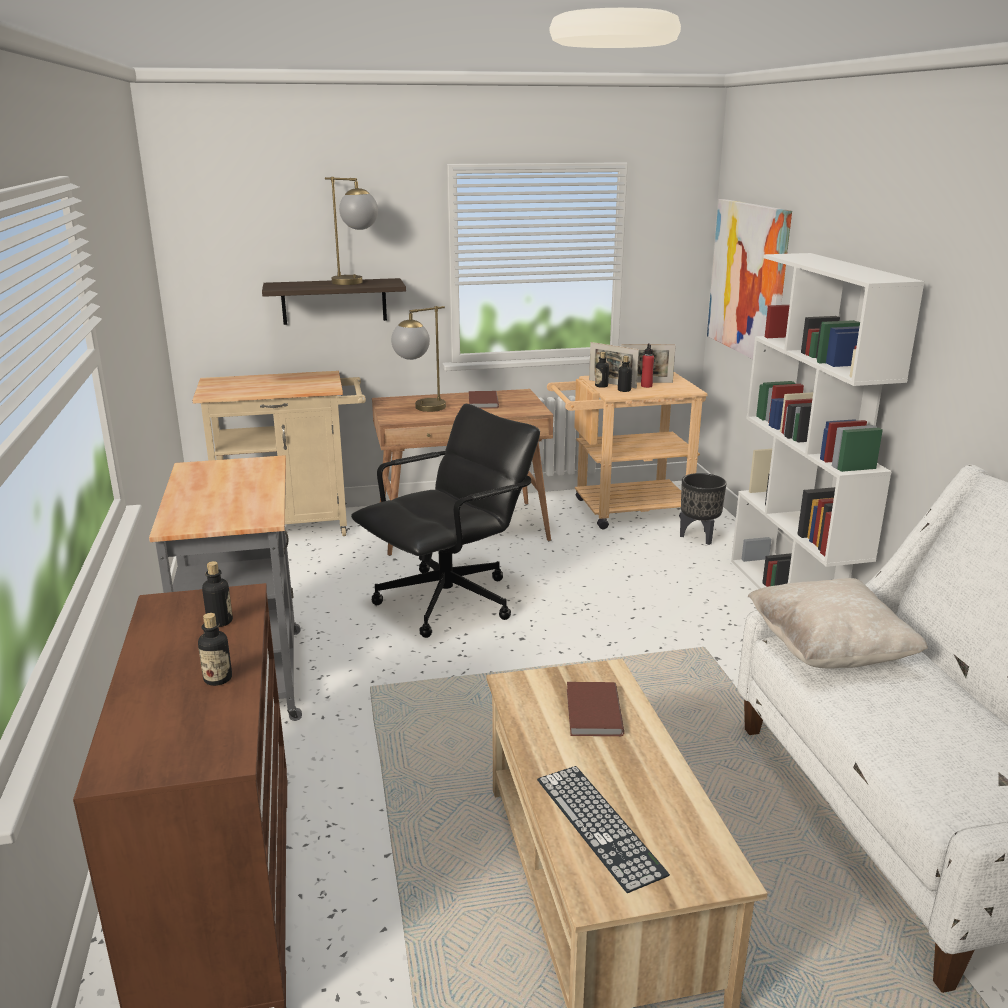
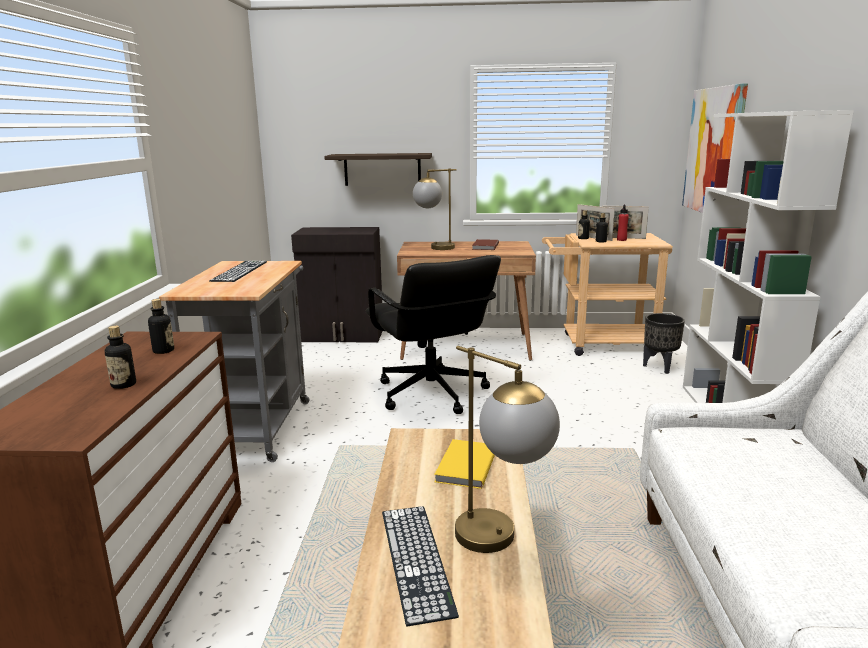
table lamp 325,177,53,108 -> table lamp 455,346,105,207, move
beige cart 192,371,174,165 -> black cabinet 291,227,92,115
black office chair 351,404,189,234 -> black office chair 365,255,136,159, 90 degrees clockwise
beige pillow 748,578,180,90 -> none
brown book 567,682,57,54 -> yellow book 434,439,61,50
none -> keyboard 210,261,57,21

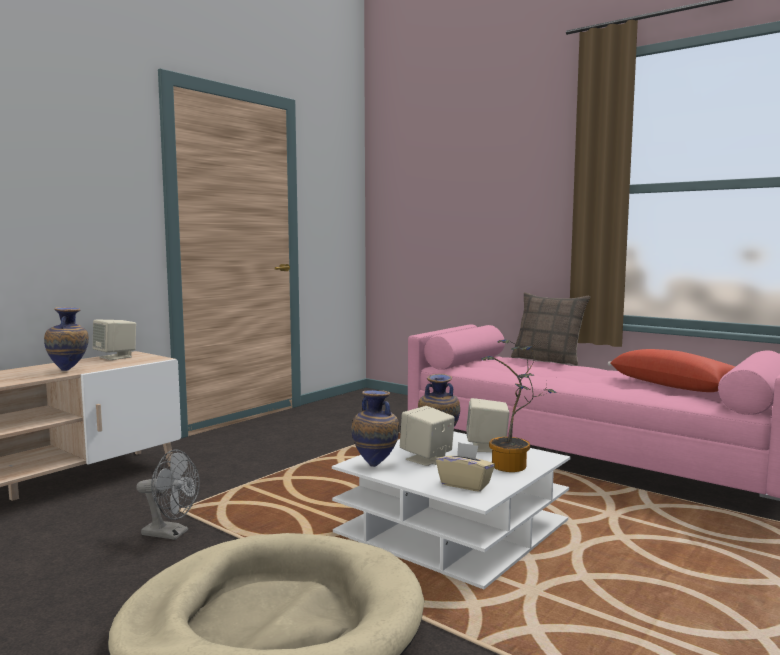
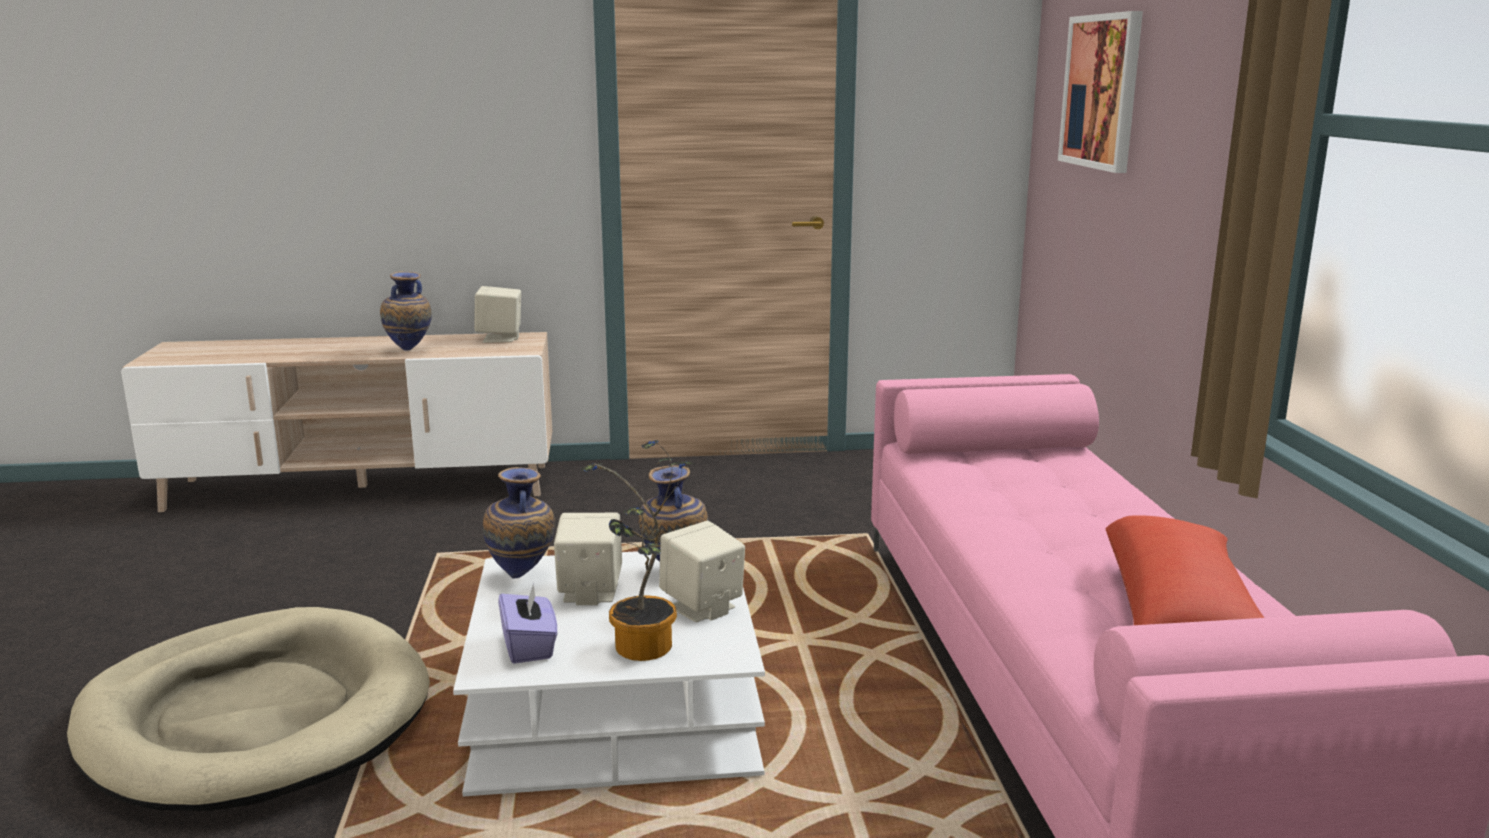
pillow 511,292,79,74 -> none
beige tissue box 436,442,59,50 -> purple tissue box 498,583,59,81
grey fan 136,450,64,90 -> none
none -> picture 1058,11,85,162

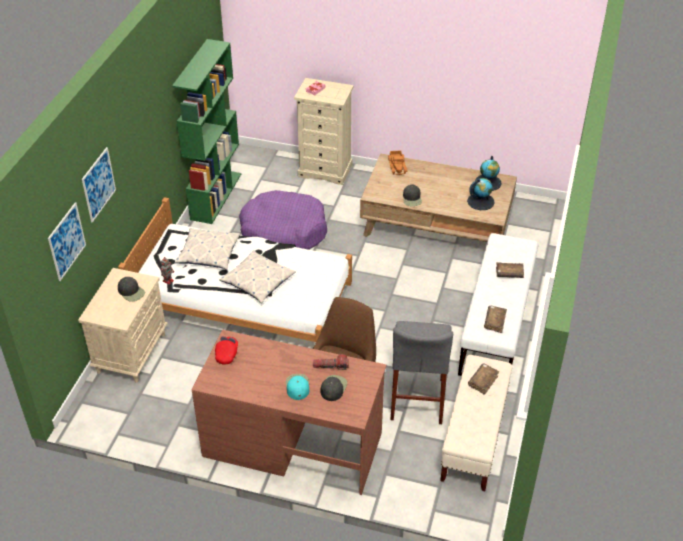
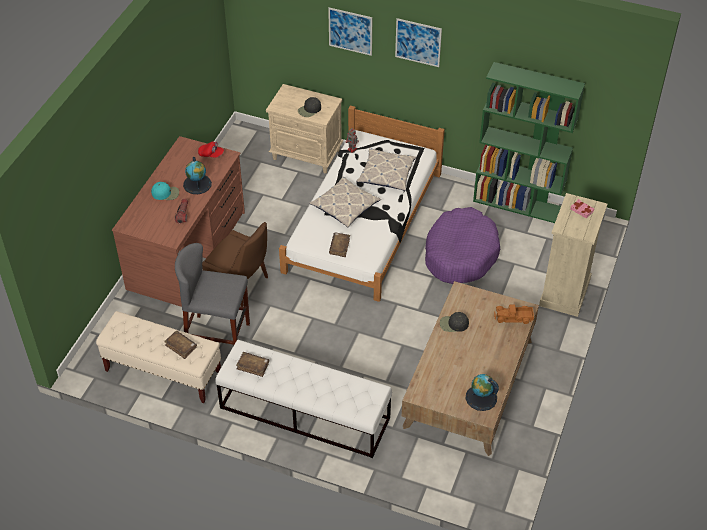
globe 467,178,28,32 -> globe 183,157,29,37, move
picture 48,202,38,79 -> picture 395,18,47,49, move
brown book 496,262,28,16 -> brown book 329,233,21,24, move
black cap 321,375,26,26 -> none

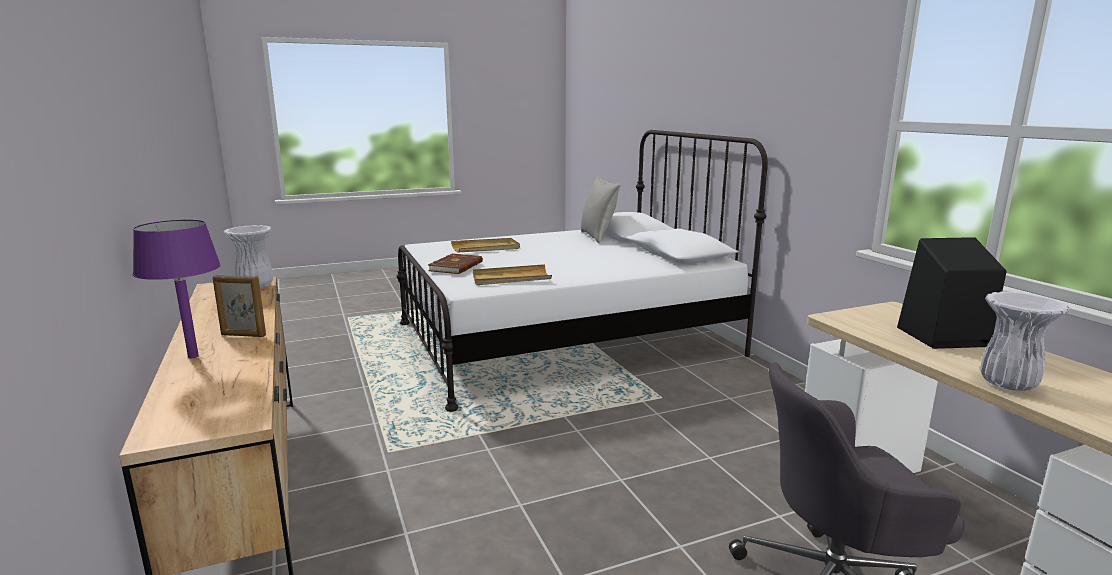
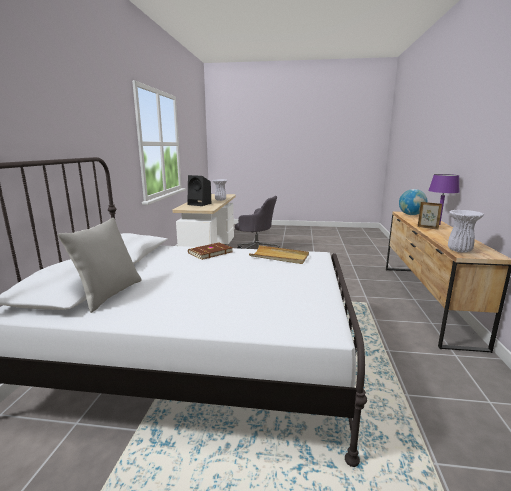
beige tray 451,238,69,15 -> none
brown book 428,253,55,21 -> brown book 188,243,45,17, move
none -> globe 399,189,29,26

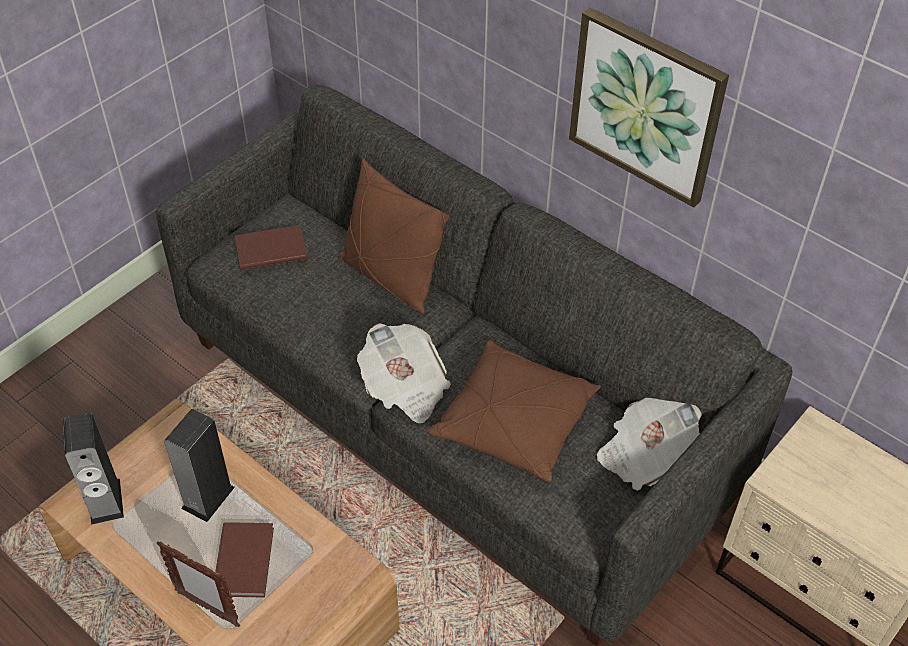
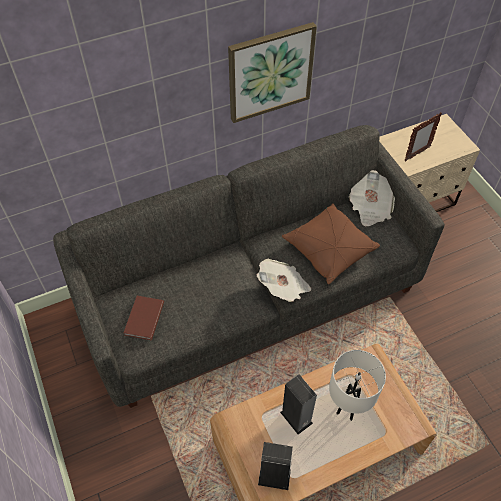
brown pillow 339,159,111,155 -> none
brown book 215,522,59,76 -> white table lamp 329,350,57,71
picture frame 157,541,83,86 -> picture frame 404,112,38,50, move

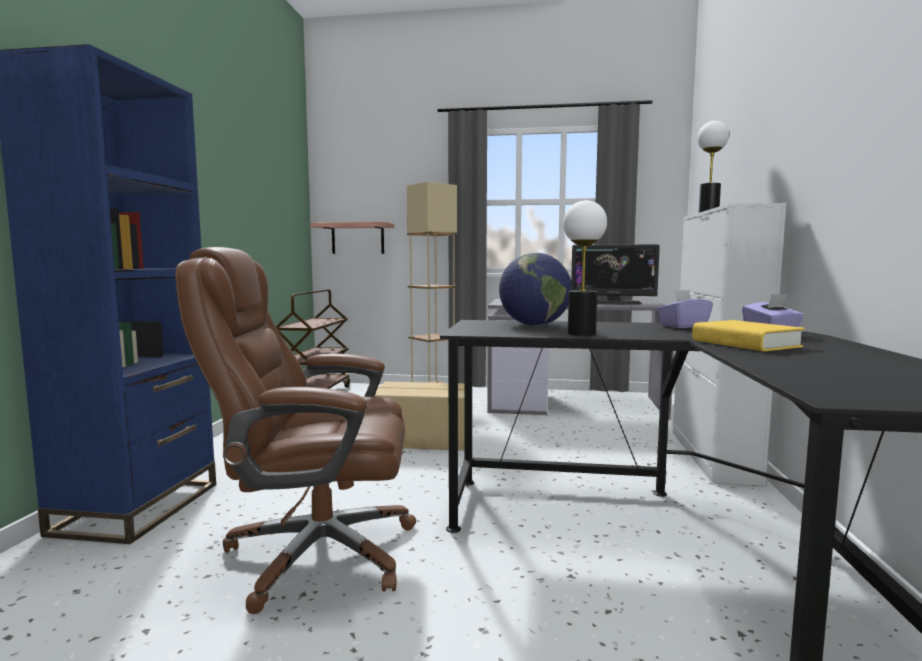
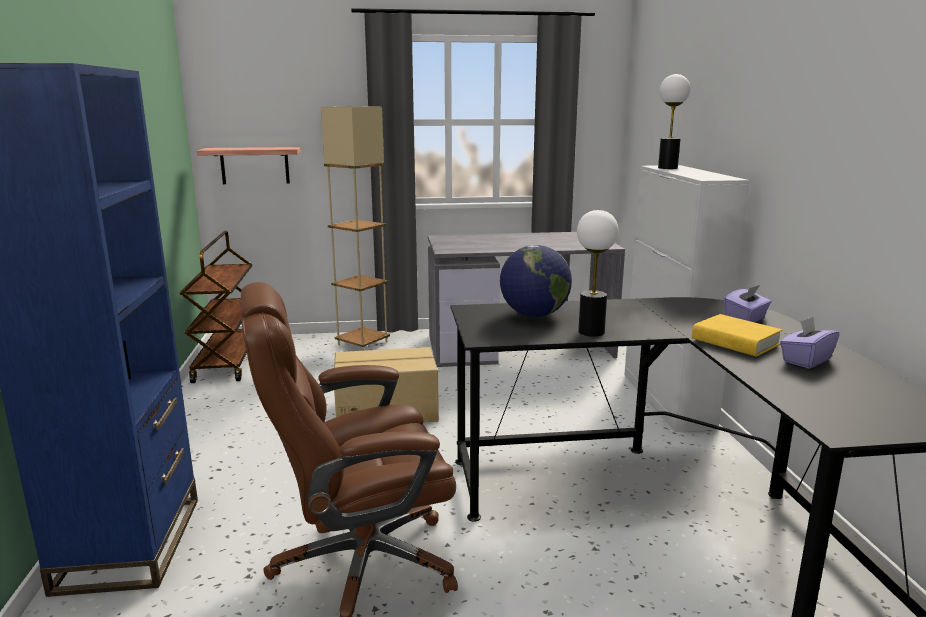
monitor 571,244,89,61 -> none
purple tissue box 657,289,56,39 -> purple tissue box 780,317,60,52, move

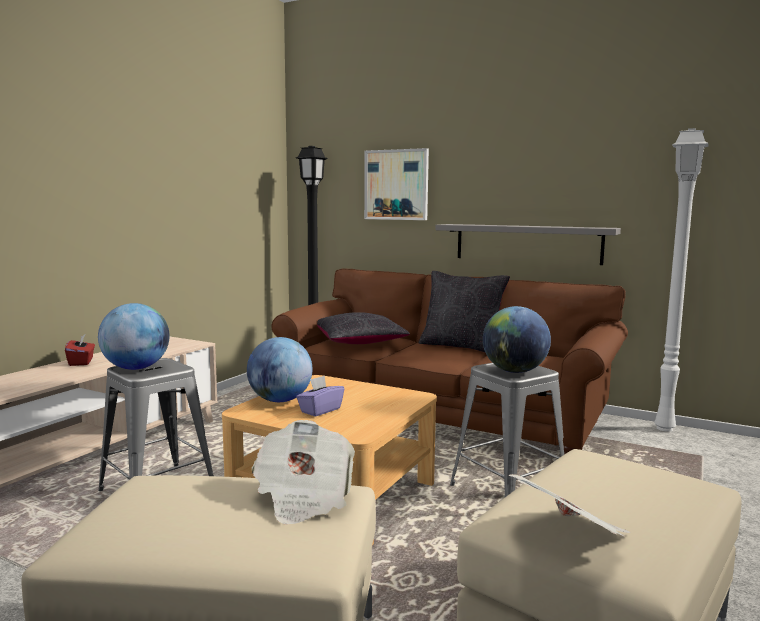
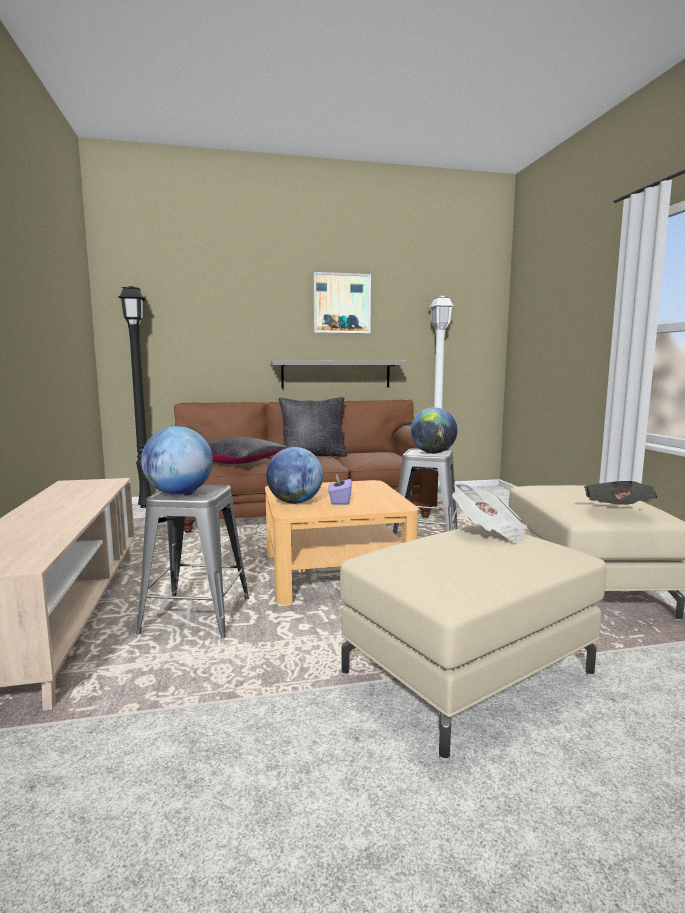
picture 364,148,65,72 -> picture 313,272,58,62, move
red tissue box 65,334,30,32 -> none

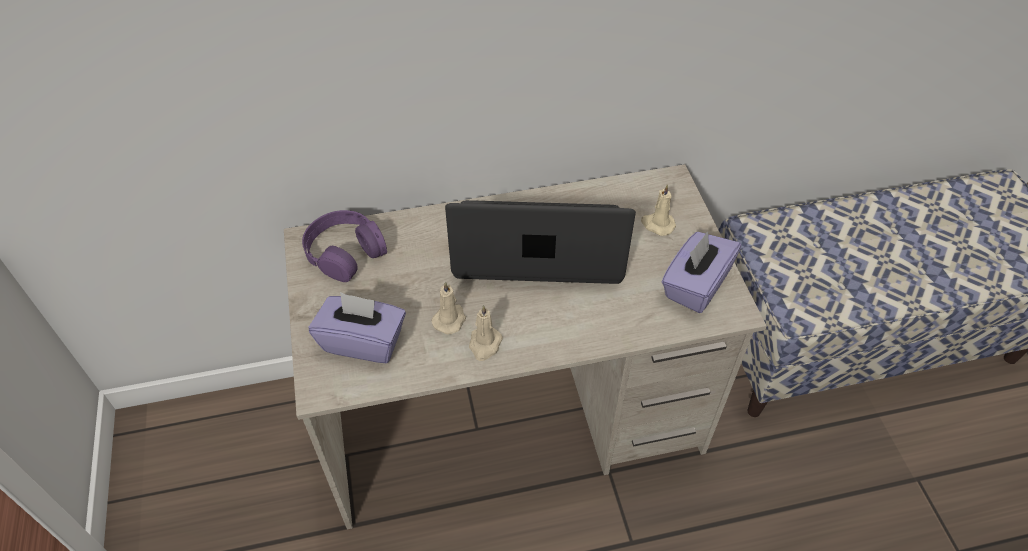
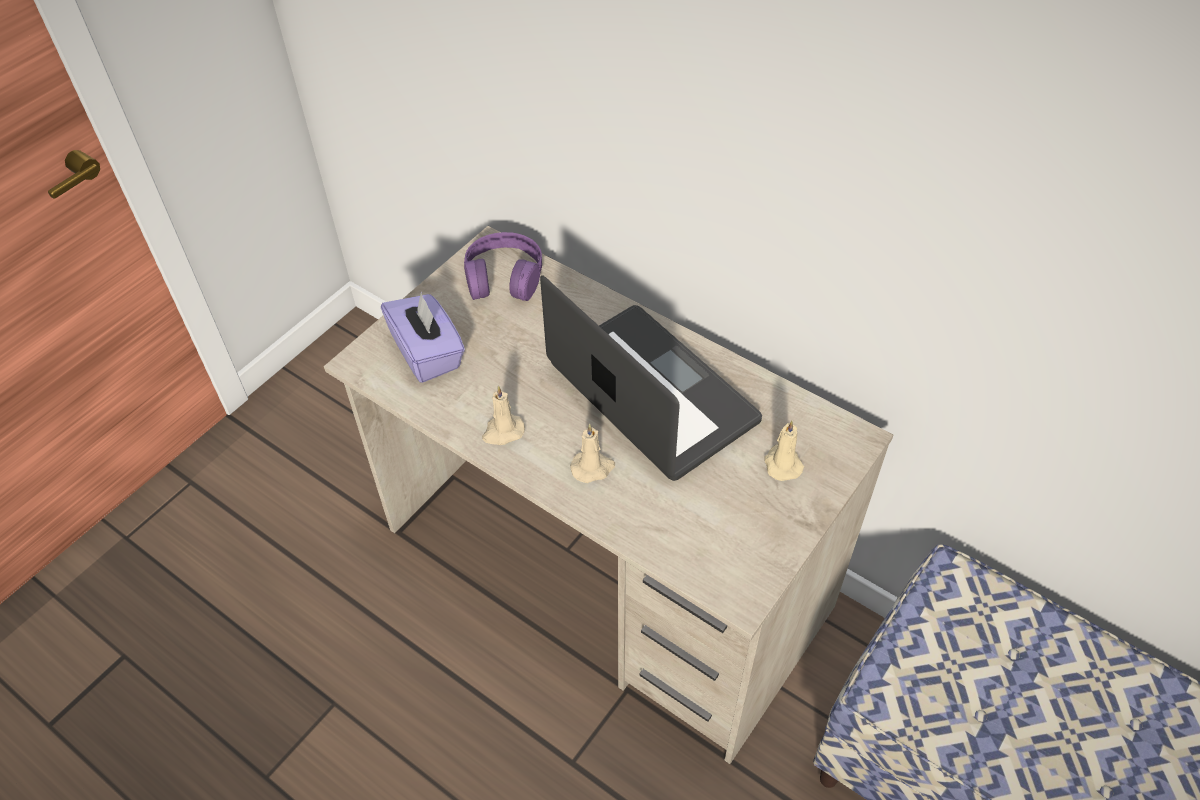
purple tissue box 662,231,79,82 -> none
beige candle 431,281,35,53 -> beige candle 570,424,45,59, move

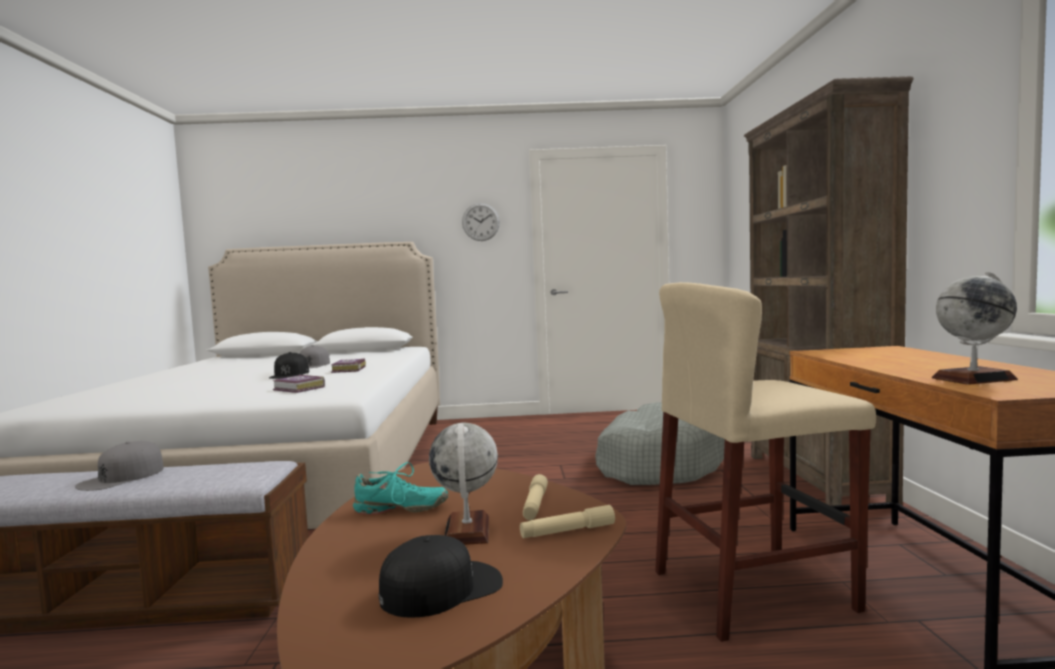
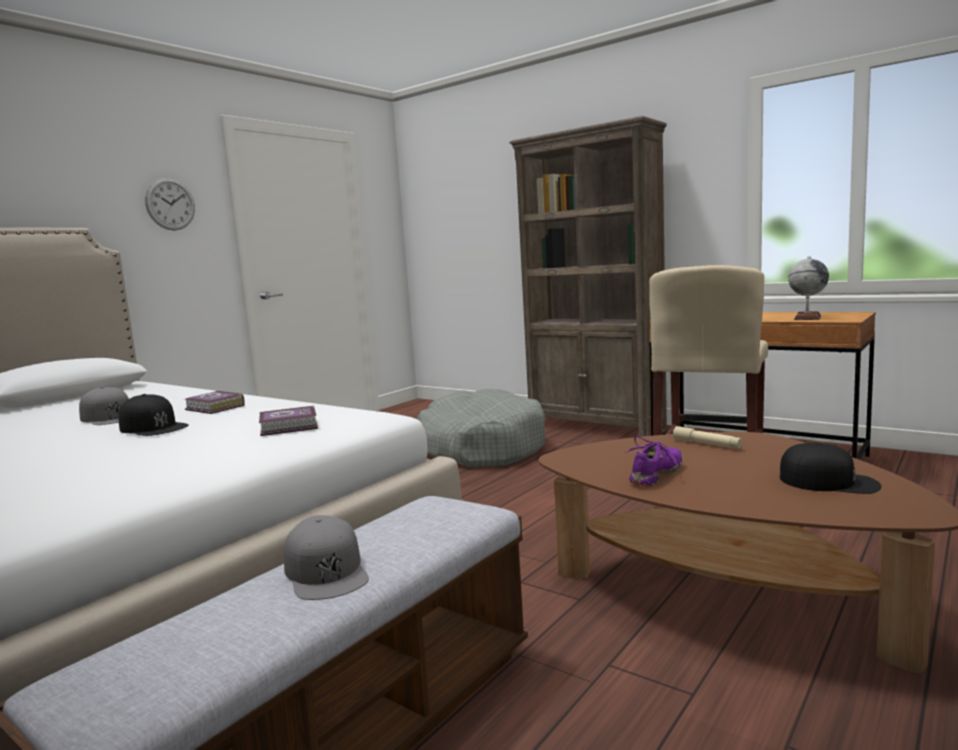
globe 429,423,69,122 -> none
turquoise shoe 353,462,95,53 -> purple shoe 625,436,58,51
beige flashlight 520,505,95,33 -> none
black cap 379,535,124,83 -> black cap 779,442,103,52, 105 degrees clockwise

